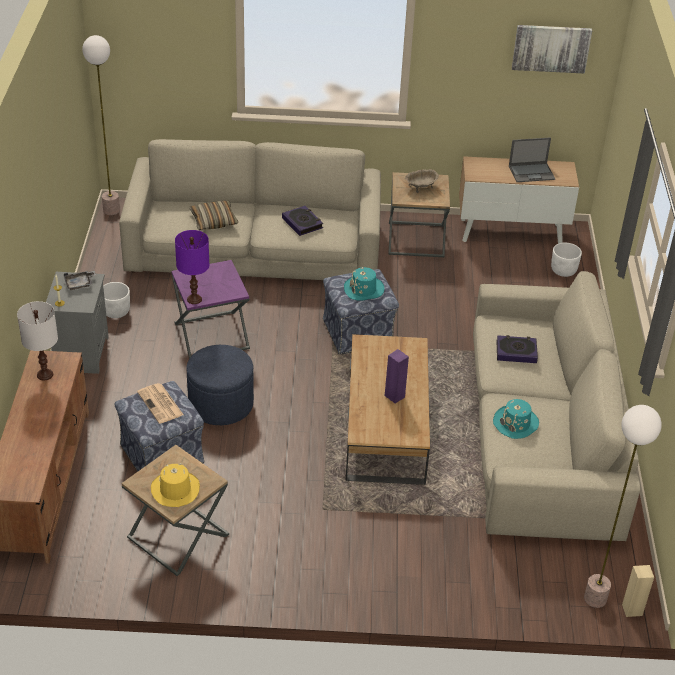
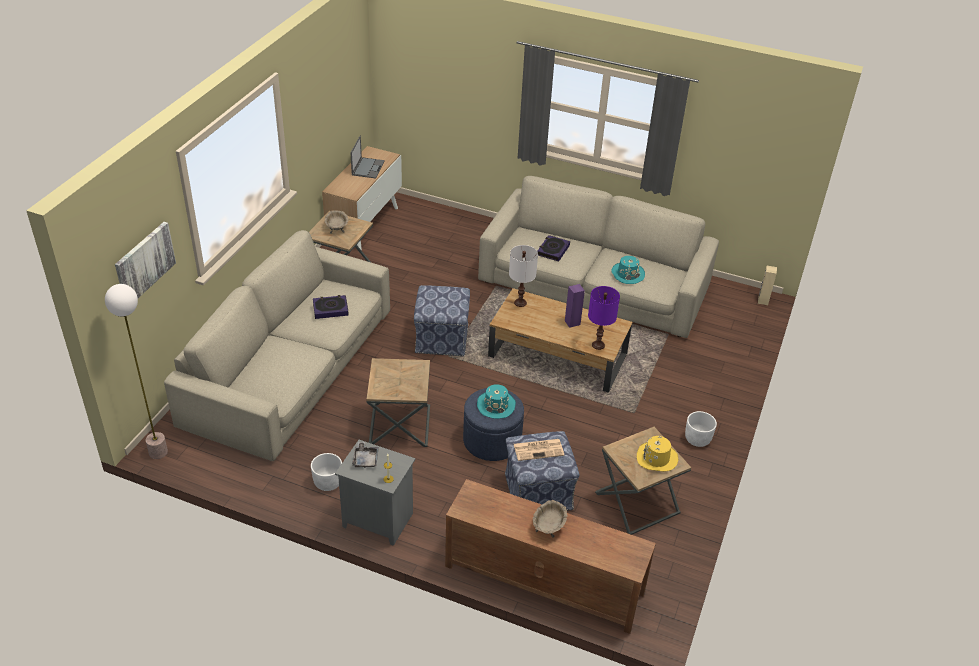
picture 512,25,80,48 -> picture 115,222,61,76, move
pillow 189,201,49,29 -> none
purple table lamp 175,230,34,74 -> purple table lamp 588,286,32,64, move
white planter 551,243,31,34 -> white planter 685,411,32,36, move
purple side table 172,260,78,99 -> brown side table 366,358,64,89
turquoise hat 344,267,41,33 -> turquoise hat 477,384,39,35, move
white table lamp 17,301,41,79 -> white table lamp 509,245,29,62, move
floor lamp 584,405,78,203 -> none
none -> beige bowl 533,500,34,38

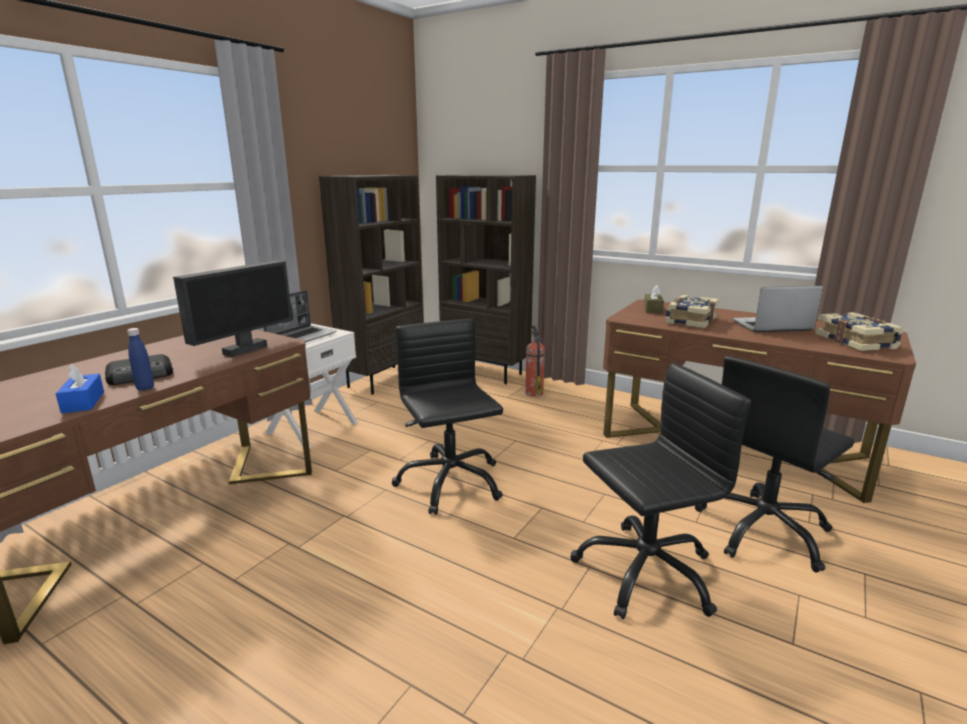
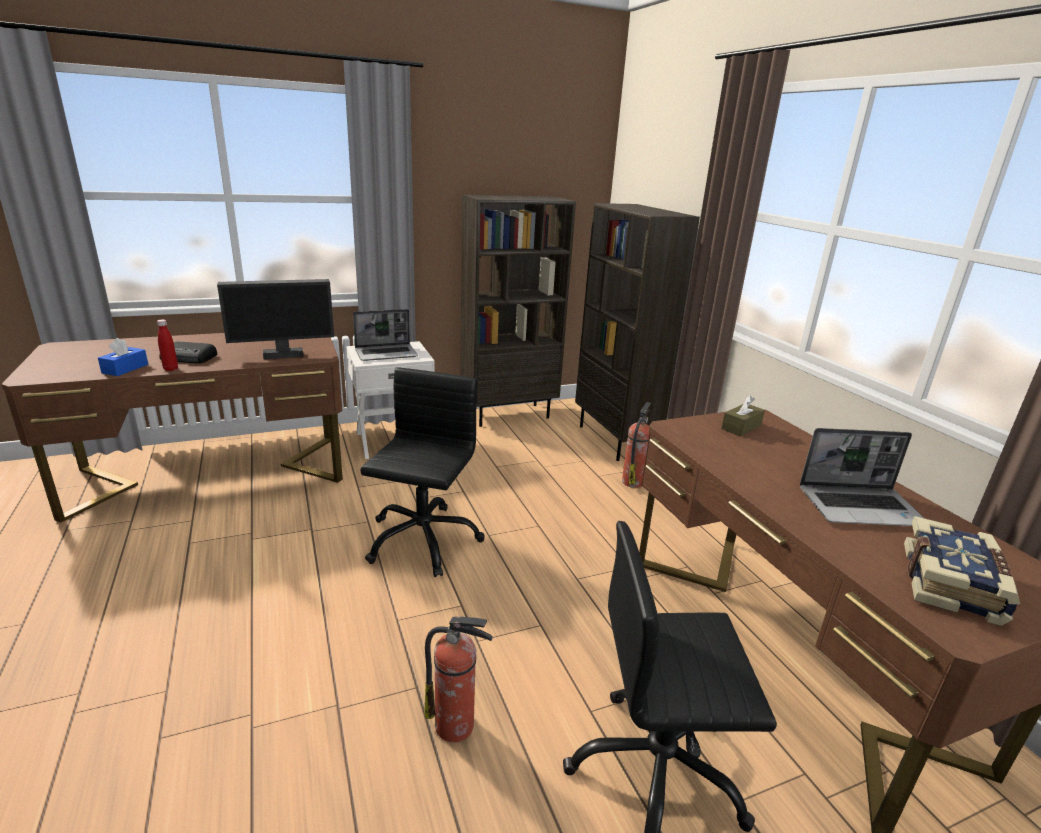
laptop 732,286,91,46 -> laptop 800,428,125,98, 150 degrees clockwise
book 665,295,54,33 -> none
blue bottle 127,328,27,63 -> red bottle 157,319,21,52
black office chair 570,363,181,256 -> fire extinguisher 424,617,69,125

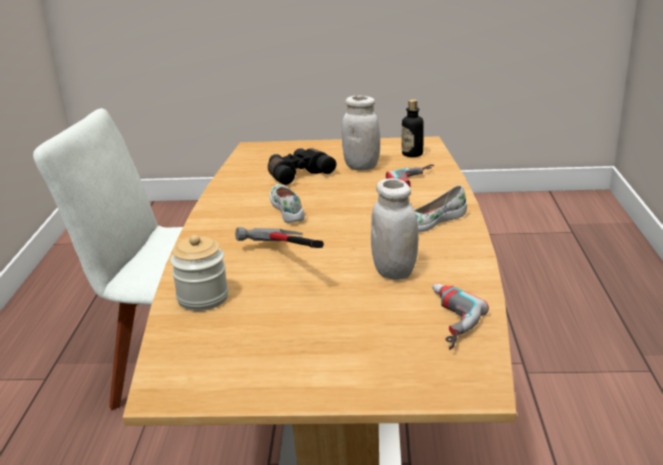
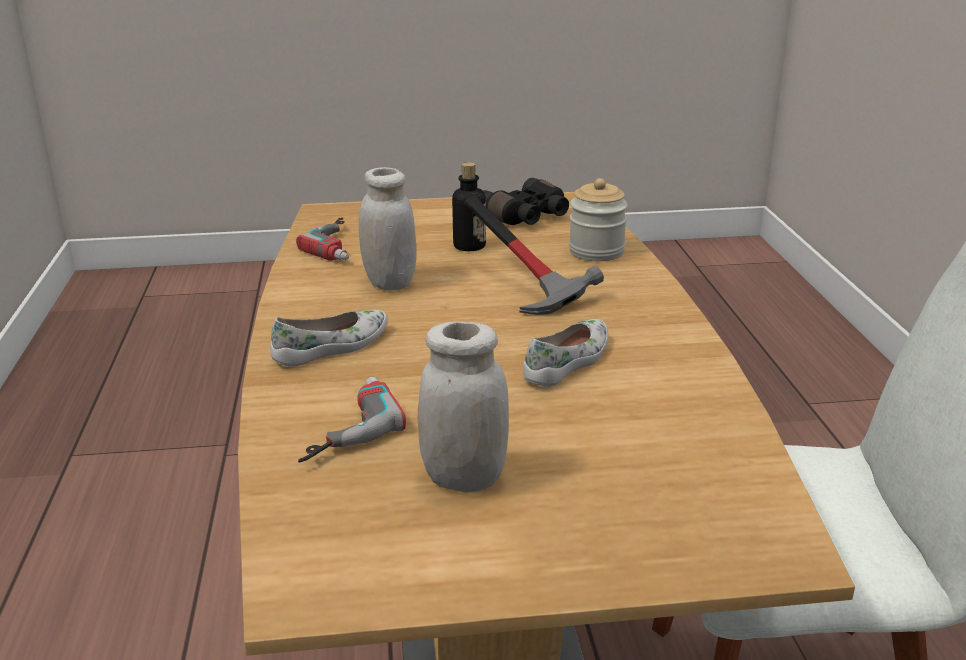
bottle 402,99,22,58 -> bottle 452,162,34,89, move
black binoculars 268,148,69,37 -> black binoculars 483,178,86,47, move
white shoe 270,184,35,39 -> white shoe 523,319,85,68, 120 degrees counterclockwise

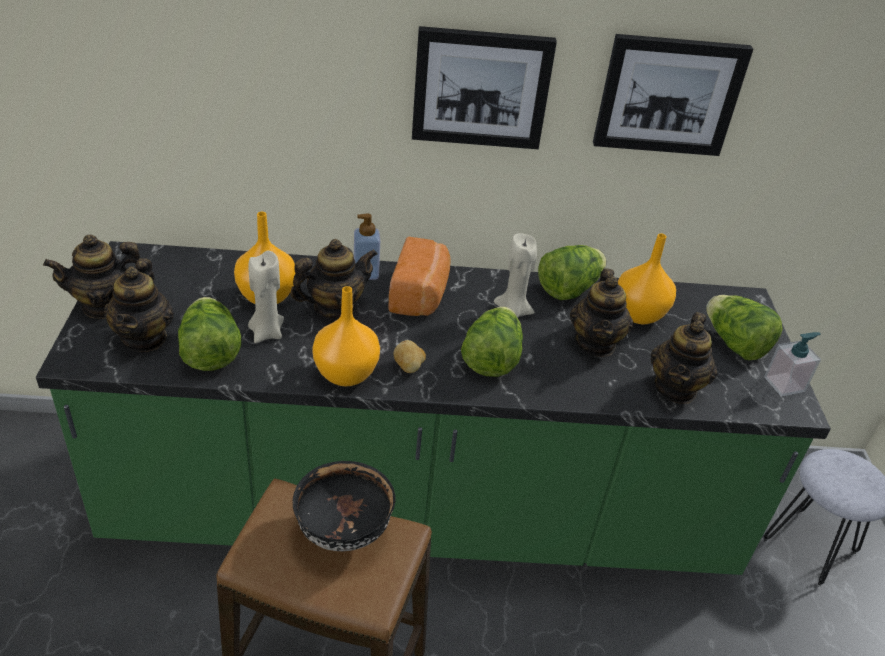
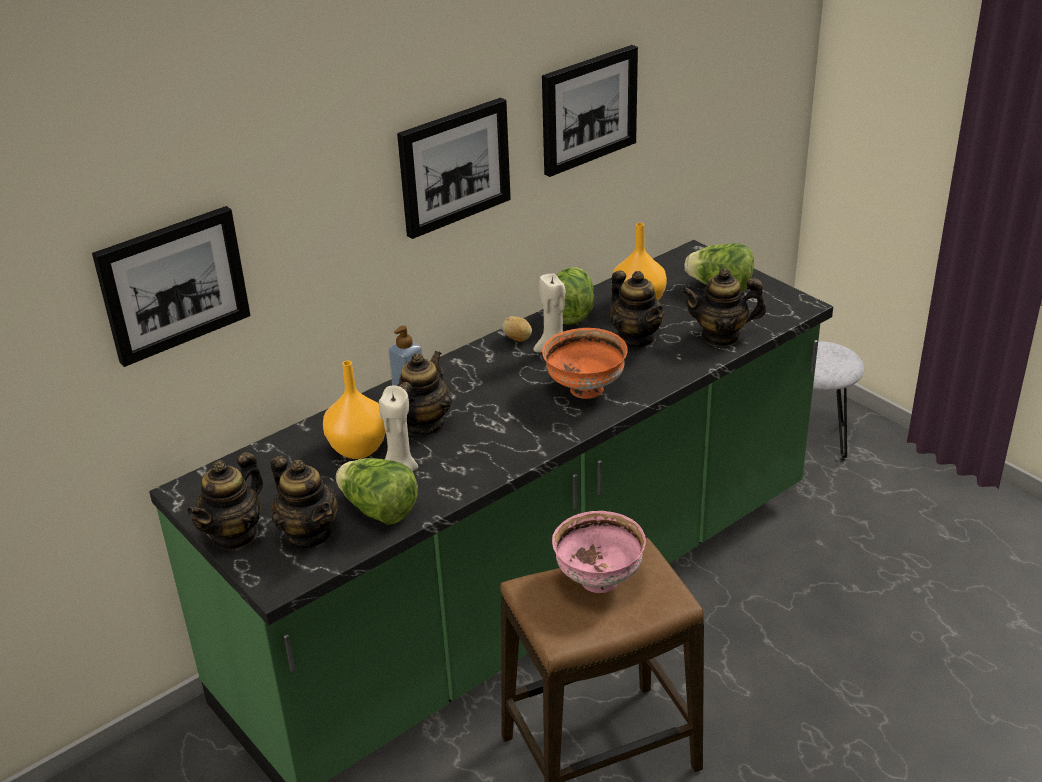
bread 389,237,62,79 -> none
orange vase 312,286,68,101 -> none
lettuce 461,307,62,70 -> orange bowl 542,328,86,71
teapot 650,312,67,92 -> teapot 681,268,85,79, 105 degrees clockwise
soap dispenser 764,332,57,65 -> none
potato 394,340,32,33 -> potato 503,316,29,26, move
black bowl 293,461,103,90 -> pink bowl 552,511,94,82
none -> picture 92,206,159,161

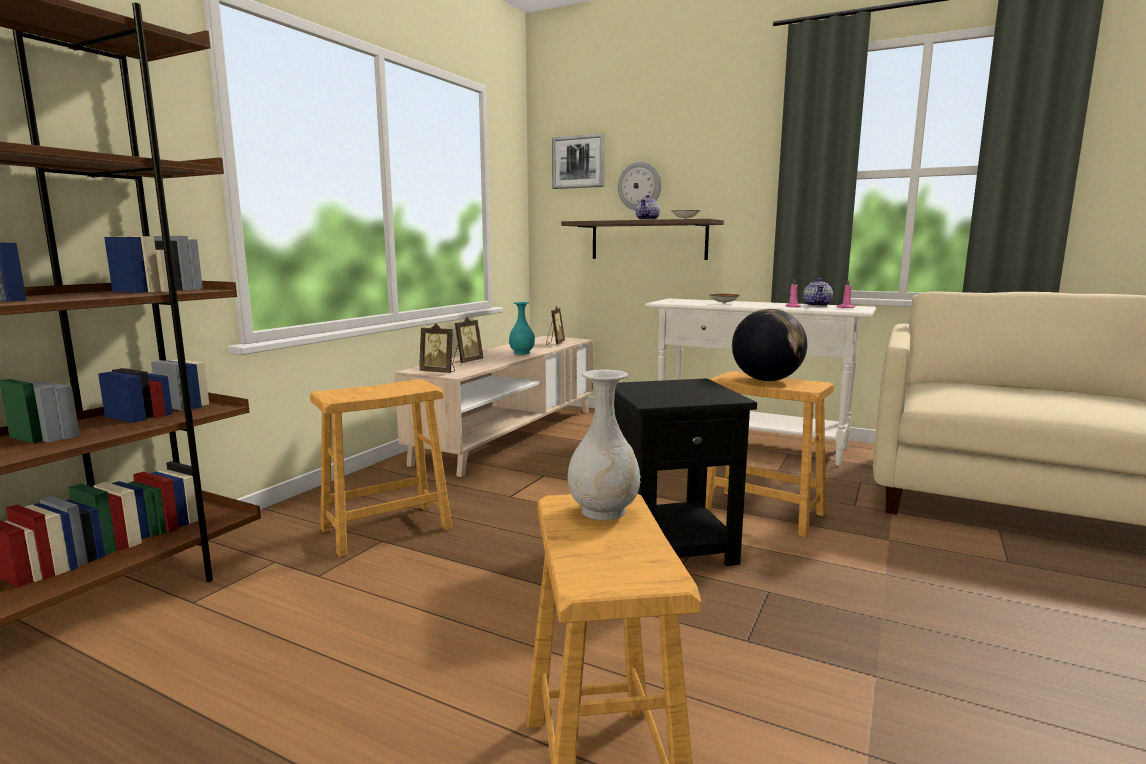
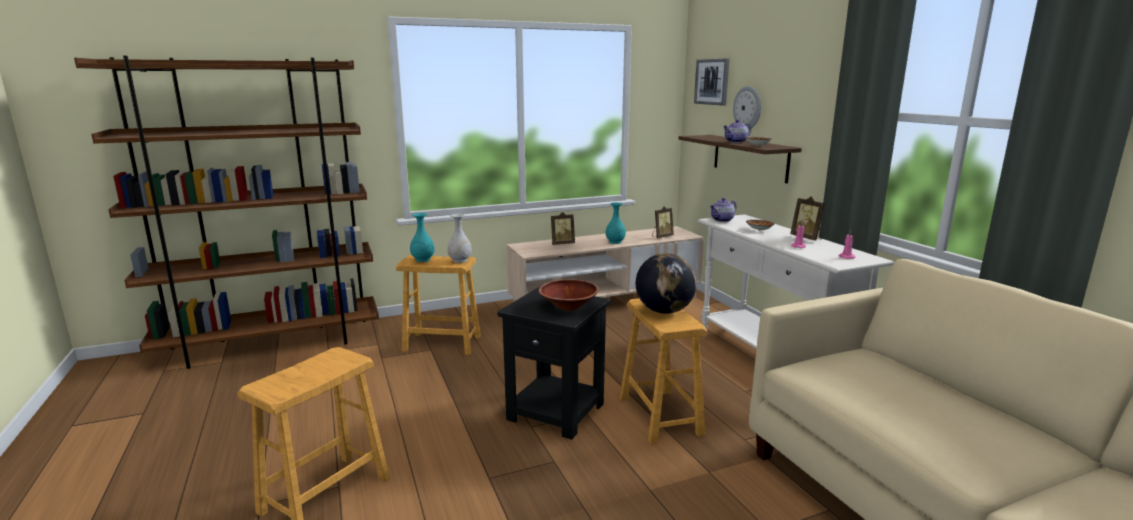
teapot 803,278,30,28 -> teapot 710,198,27,24, move
picture frame 419,324,36,49 -> picture frame 790,196,35,45, move
white vase 568,369,73,151 -> white vase 447,214,25,49, move
none -> turquoise vase 410,213,24,49
none -> brown bowl 539,279,60,32

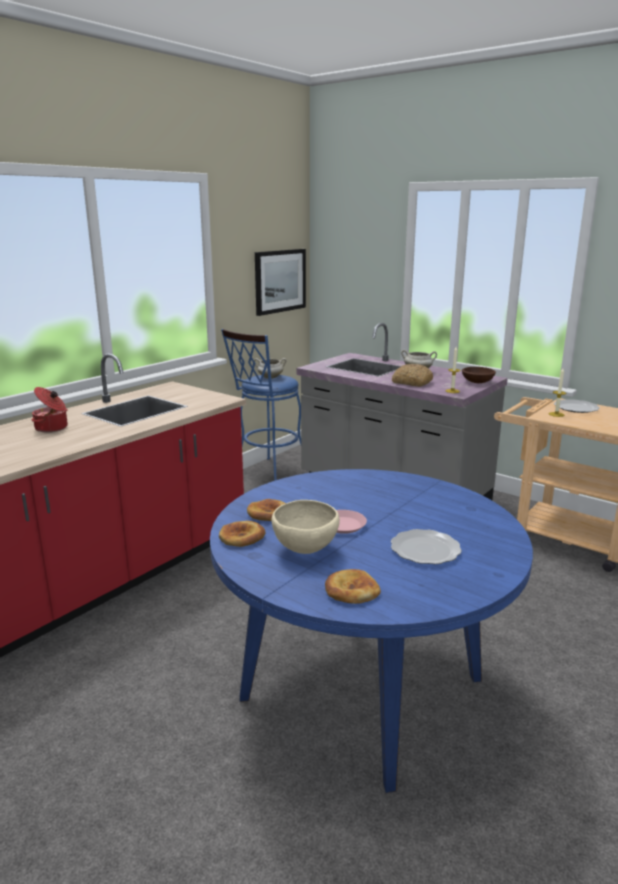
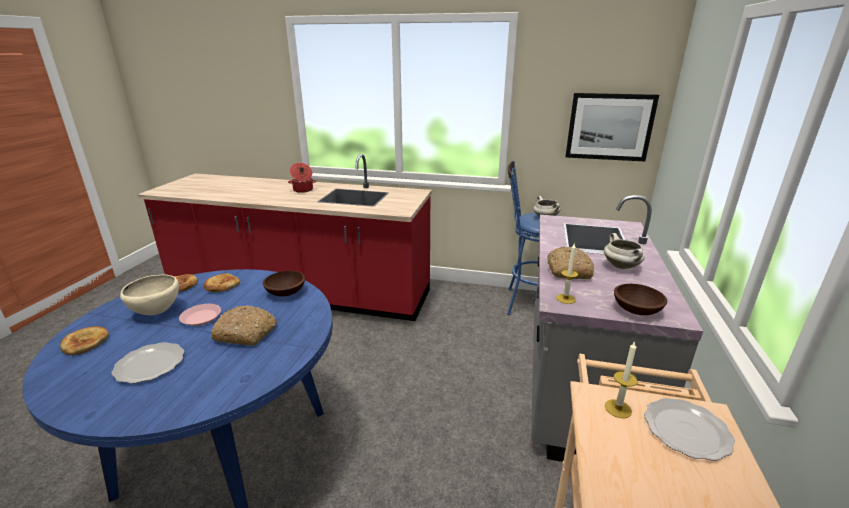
none -> brown bowl 263,271,42,26
none -> bread 210,305,67,41

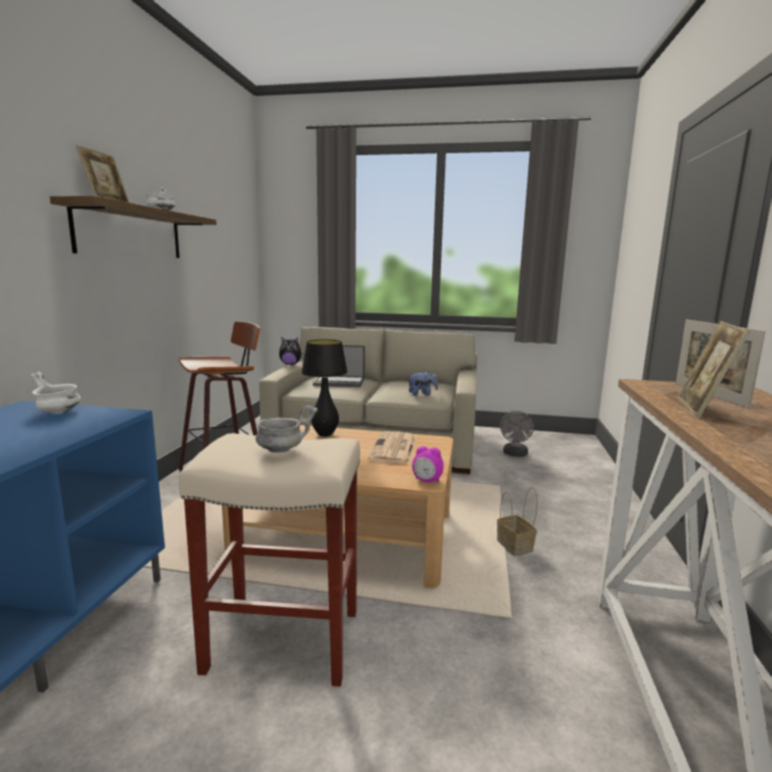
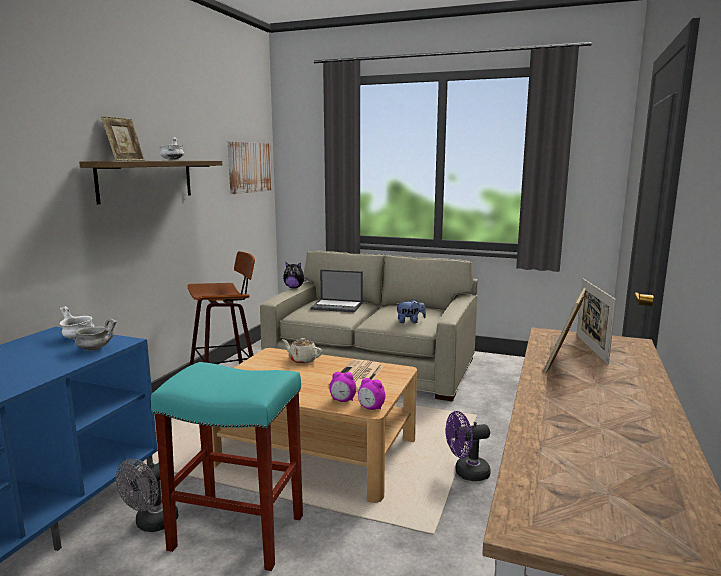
black table lamp 301,339,47,98 -> beige teapot 282,338,40,26
grey bowl 256,406,61,47 -> grey bowl 75,319,43,32, move
grey fan 500,411,34,46 -> grey fan 116,459,63,73, move
beige stool 179,433,181,254 -> turquoise stool 151,362,152,209
basket 497,487,41,69 -> purple fan 445,411,45,70
none -> picture 228,142,44,52
none -> alarm clock 329,372,27,30

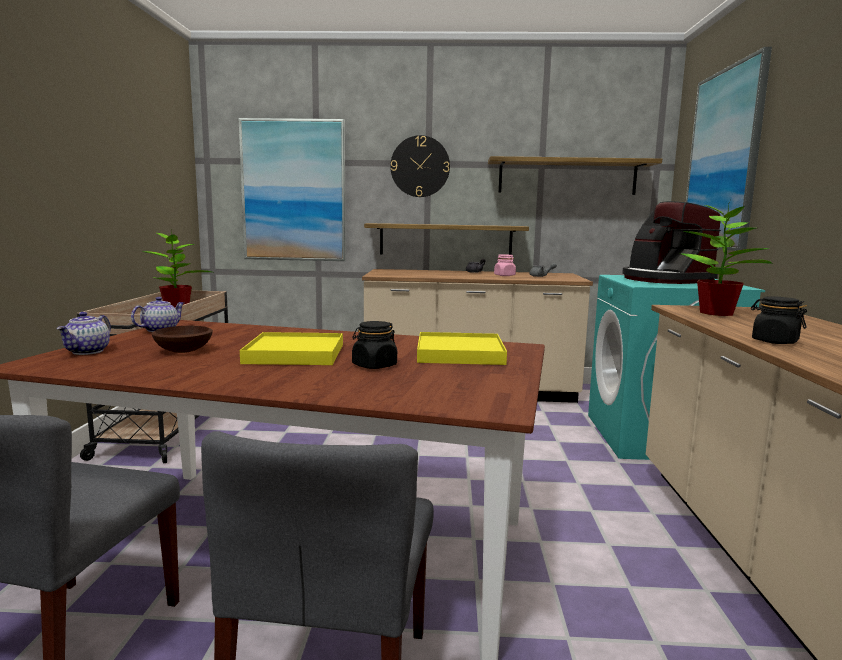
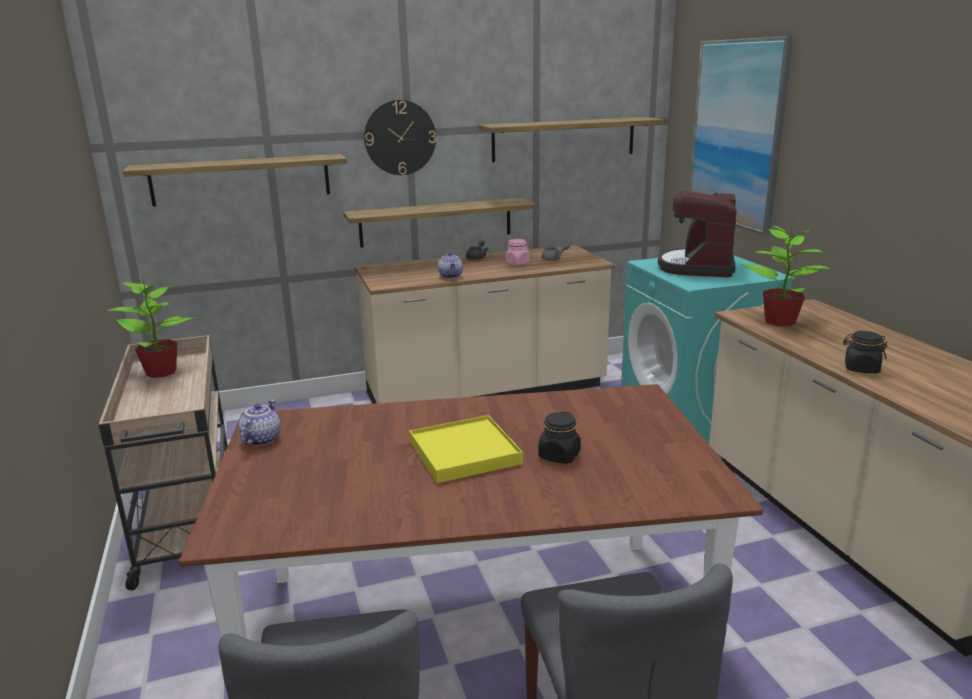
picture 238,118,108,143 -> shelf 123,154,224,53
coffee machine 622,201,99,83 -> coffee machine 658,191,79,86, 60 degrees clockwise
teapot 57,312,54,43 -> teapot 438,252,25,27, move
brown bowl 152,326,61,27 -> none
yellow tray 417,332,90,33 -> none

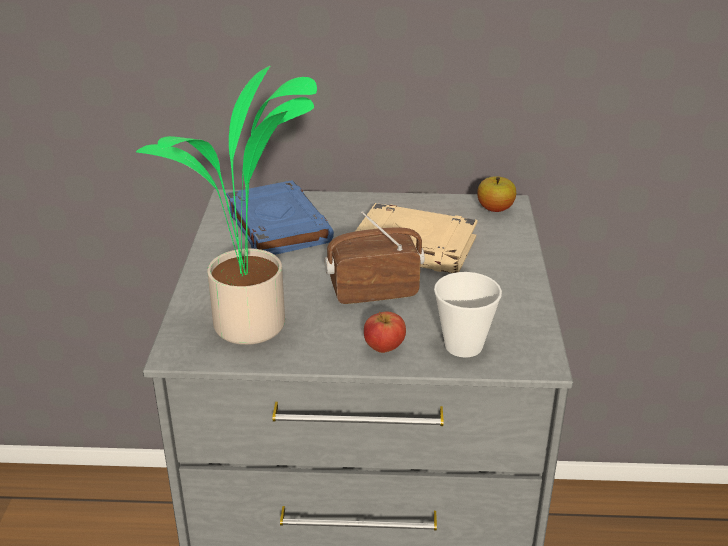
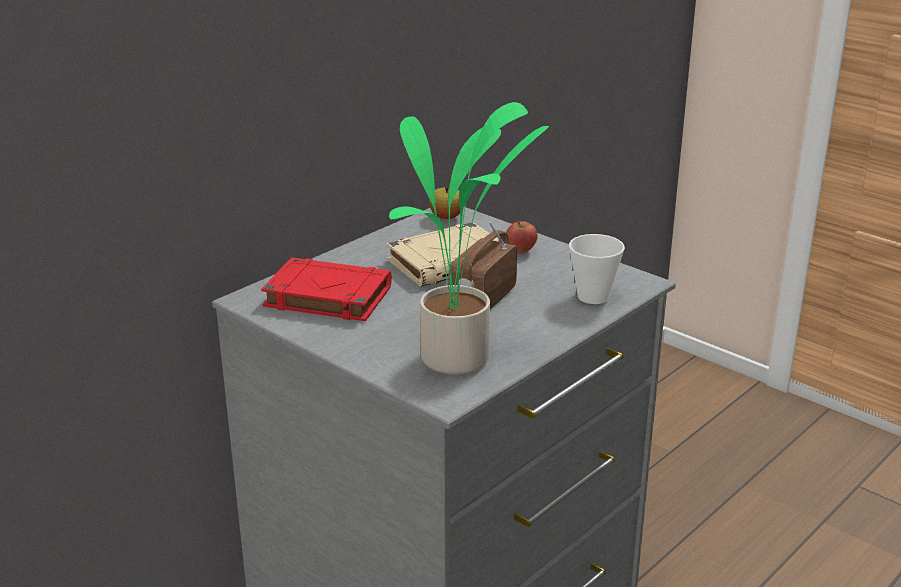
blue book 226,180,108,75 -> red book 261,258,131,63
apple 364,311,42,42 -> apple 506,221,32,32, move

